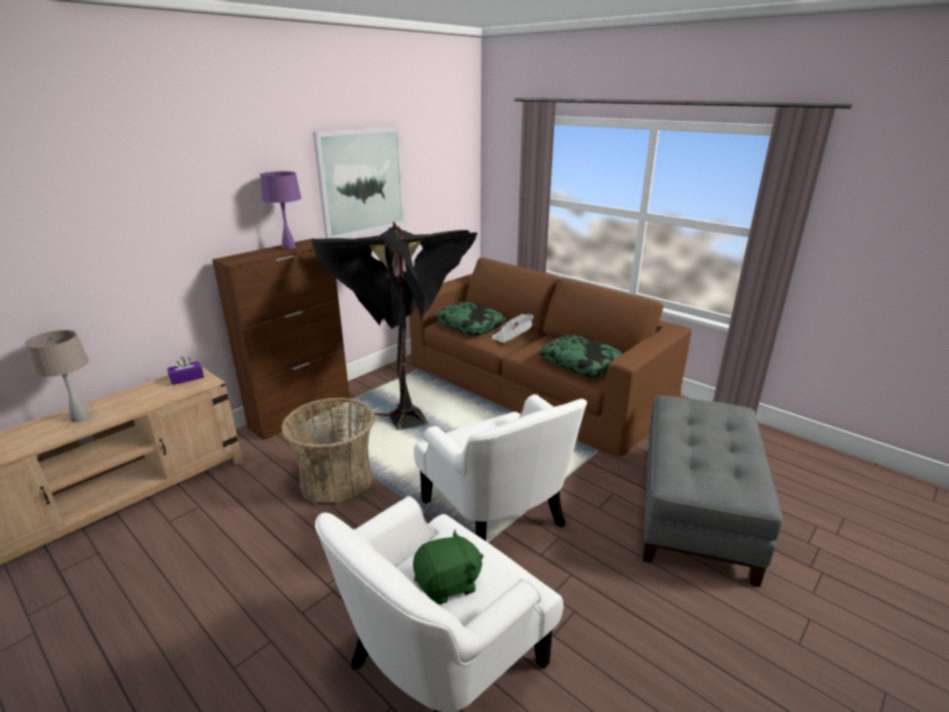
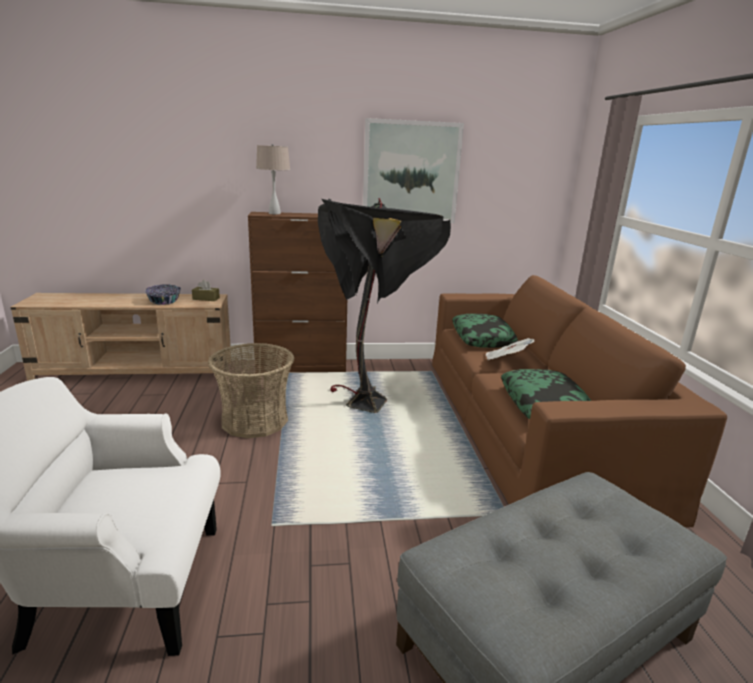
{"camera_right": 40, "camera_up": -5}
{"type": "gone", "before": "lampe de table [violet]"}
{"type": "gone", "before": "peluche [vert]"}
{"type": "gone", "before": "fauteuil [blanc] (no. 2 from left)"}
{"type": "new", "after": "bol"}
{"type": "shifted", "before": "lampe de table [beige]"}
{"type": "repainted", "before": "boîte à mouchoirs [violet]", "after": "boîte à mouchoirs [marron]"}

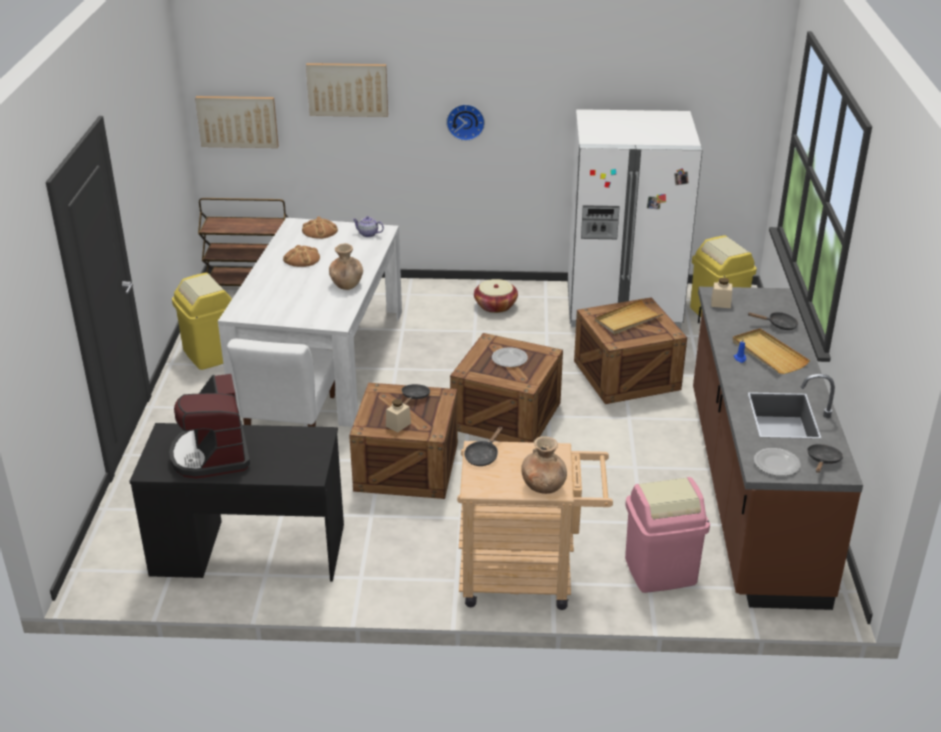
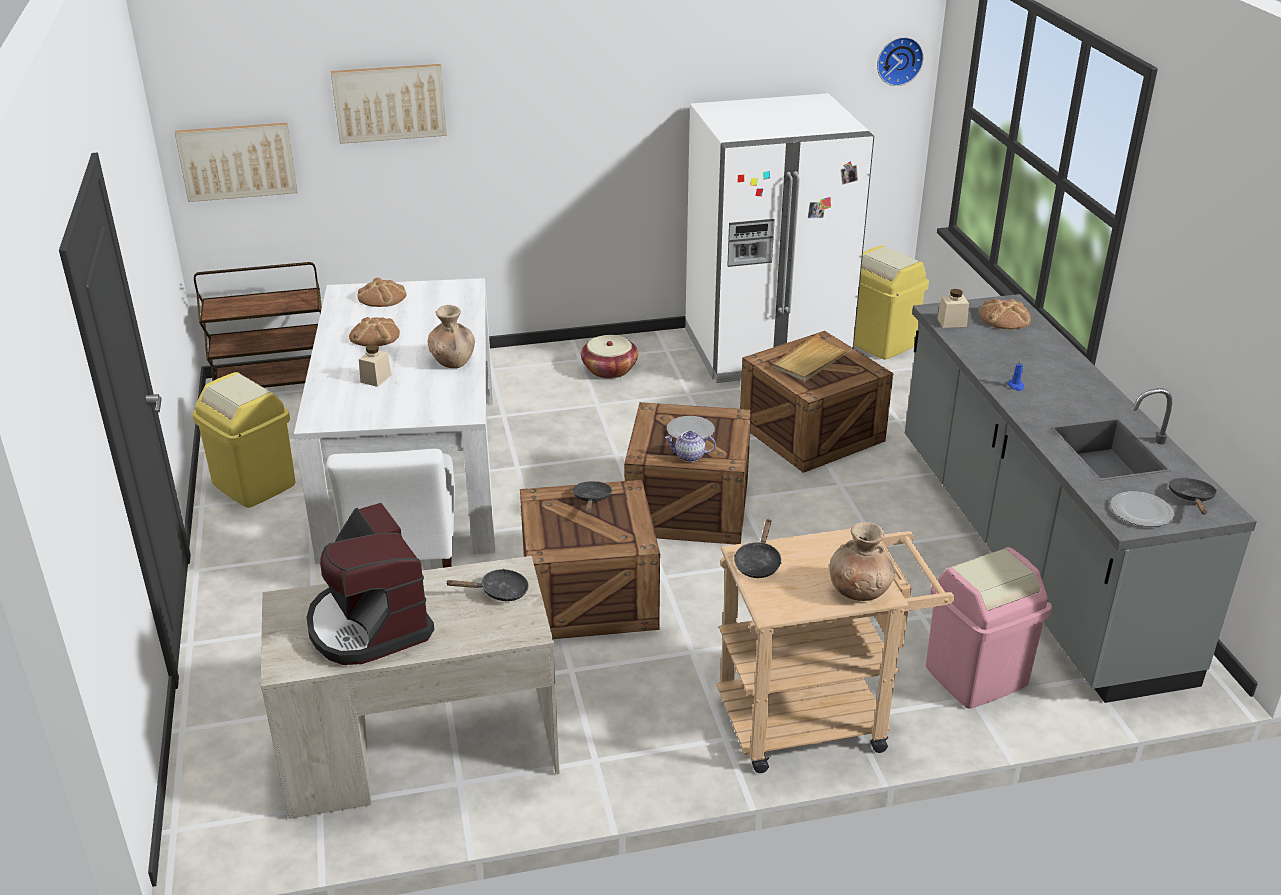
{"camera_right": -15, "camera_up": 0}
{"type": "gone", "before": "plateau [beige] (no. 2 from left)"}
{"type": "new", "after": "pain (no. 3 from left)"}
{"type": "shifted", "before": "théière"}
{"type": "shifted", "before": "bocal [beige] (no. 1 from left)"}
{"type": "shifted", "before": "horloge murale"}
{"type": "shifted", "before": "poêle [noir] (no. 3 from left in the first image)", "after": "poêle [noir] (no. 1 from left)"}
{"type": "repainted", "before": "bureau [noir]", "after": "bureau [beige]"}
{"type": "repainted", "before": "comptoir de cuisine [marron]", "after": "comptoir de cuisine [gris]"}

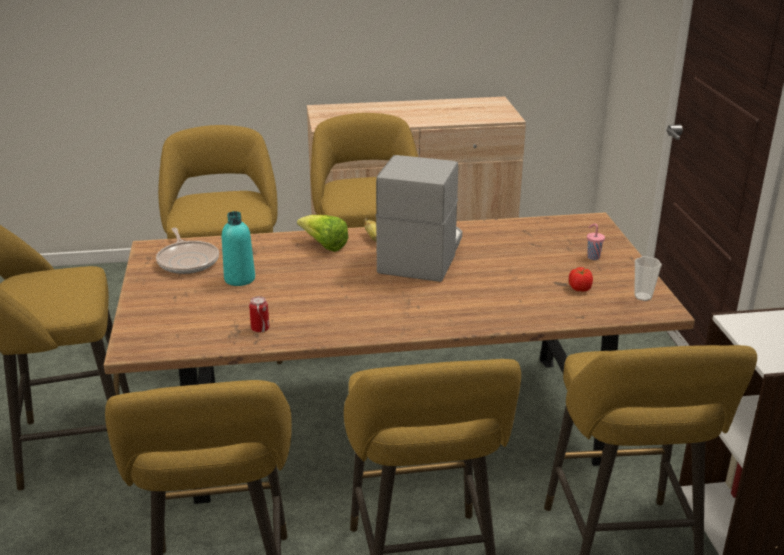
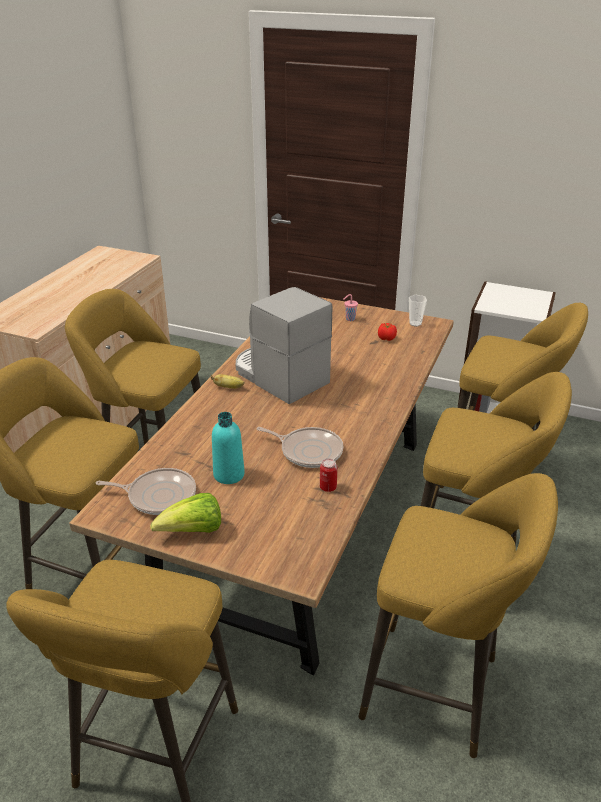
{"camera_right": -60, "camera_up": 5}
{"type": "new", "after": "poêle (no. 2 from left)"}
{"type": "shifted", "before": "laitue"}

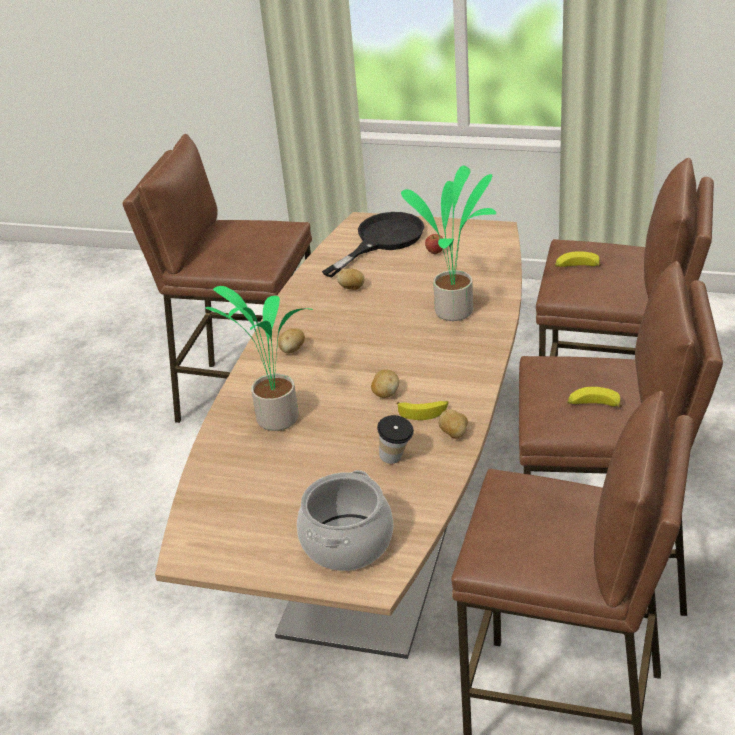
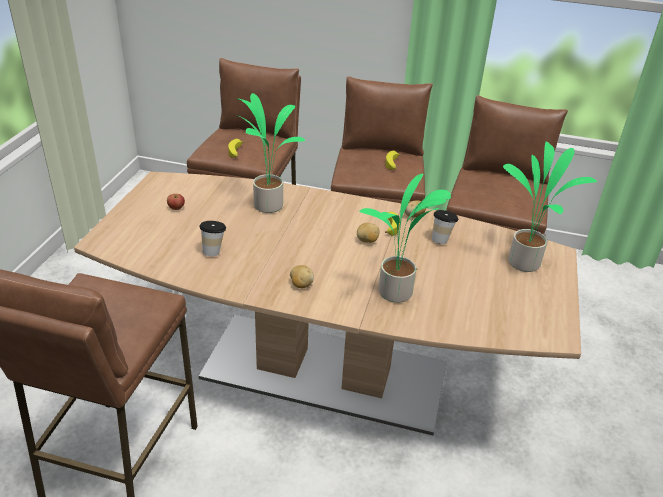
{"camera_right": -95, "camera_up": 0}
{"type": "gone", "before": "poêle [noir]"}
{"type": "swapped", "before": "marmite", "after": "plante en pot (no. 3 from left)"}
{"type": "swapped", "before": "pomme de terre (no. 2 from left)", "after": "tasse (no. 1 from left)"}

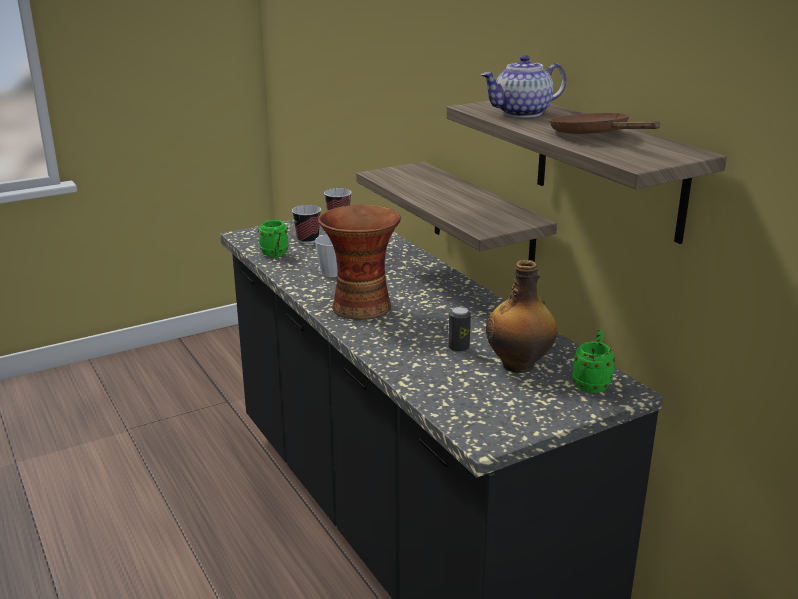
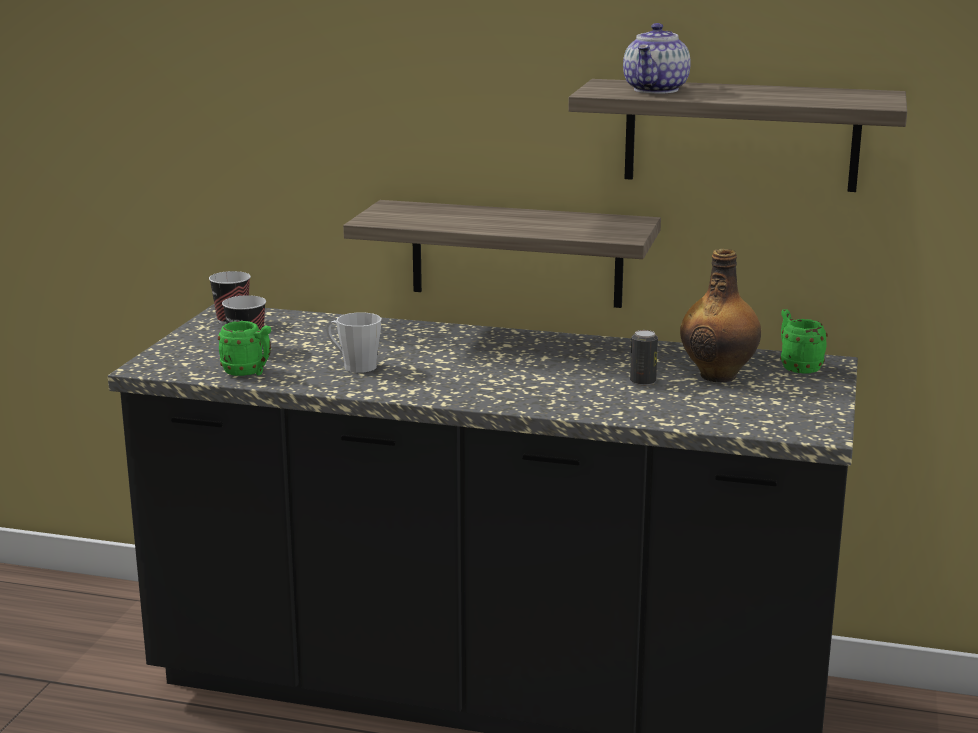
{"camera_right": -45, "camera_up": -5}
{"type": "gone", "before": "vase"}
{"type": "gone", "before": "poêle [marron]"}

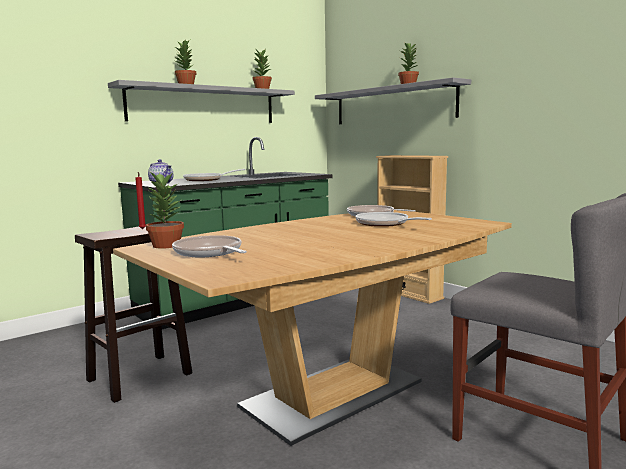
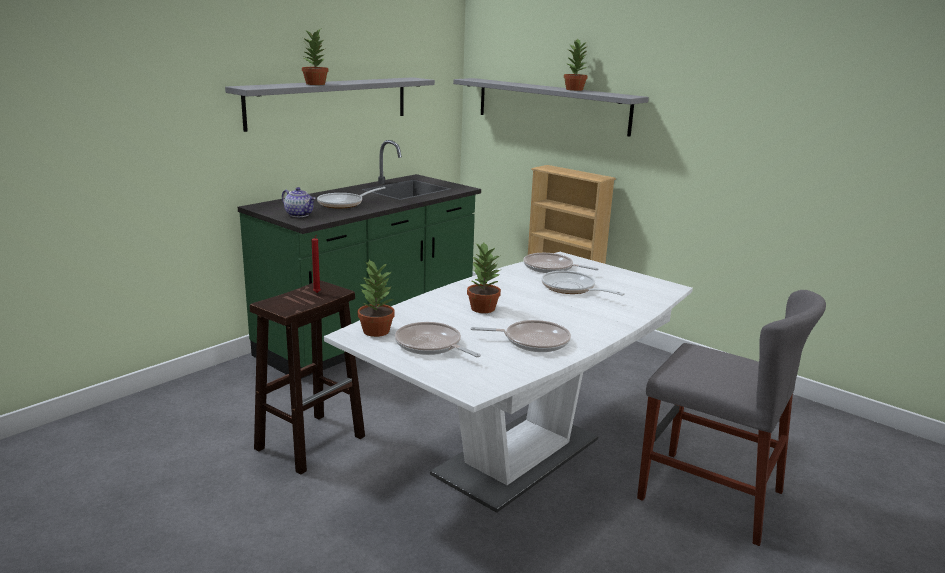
{"camera_right": -10, "camera_up": 10}
{"type": "new", "after": "poêle (no. 3 from left)"}
{"type": "shifted", "before": "plante en pot (no. 3 from left)"}
{"type": "repainted", "before": "table à manger [marron]", "after": "table à manger [blanc]"}

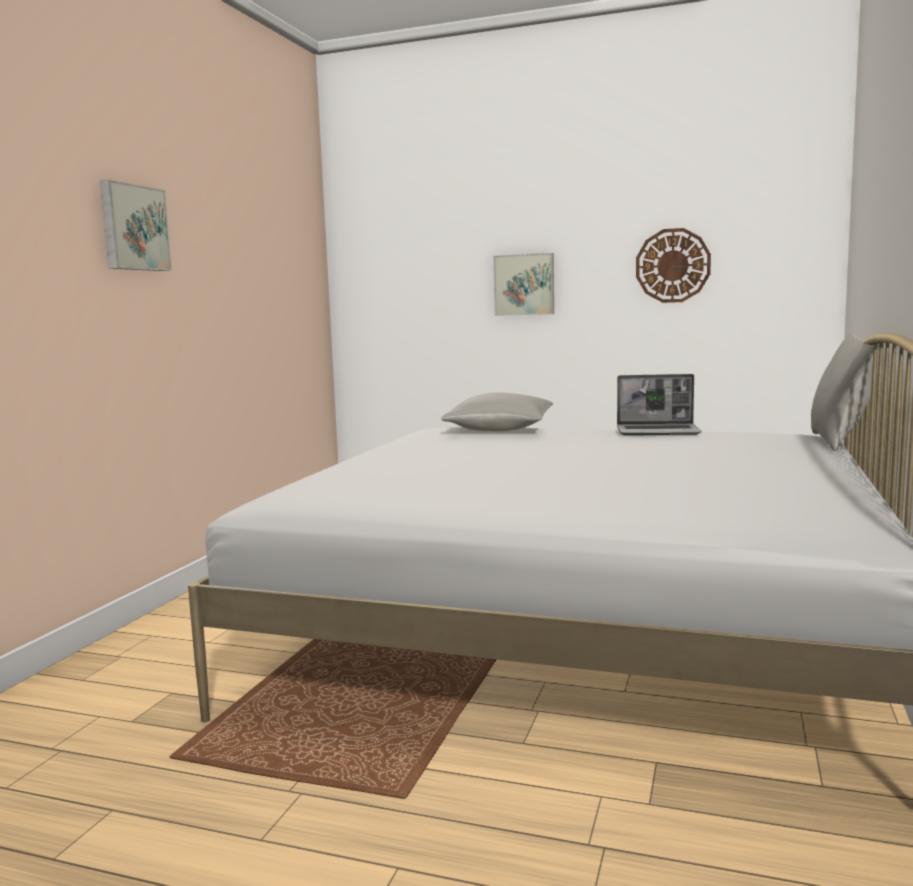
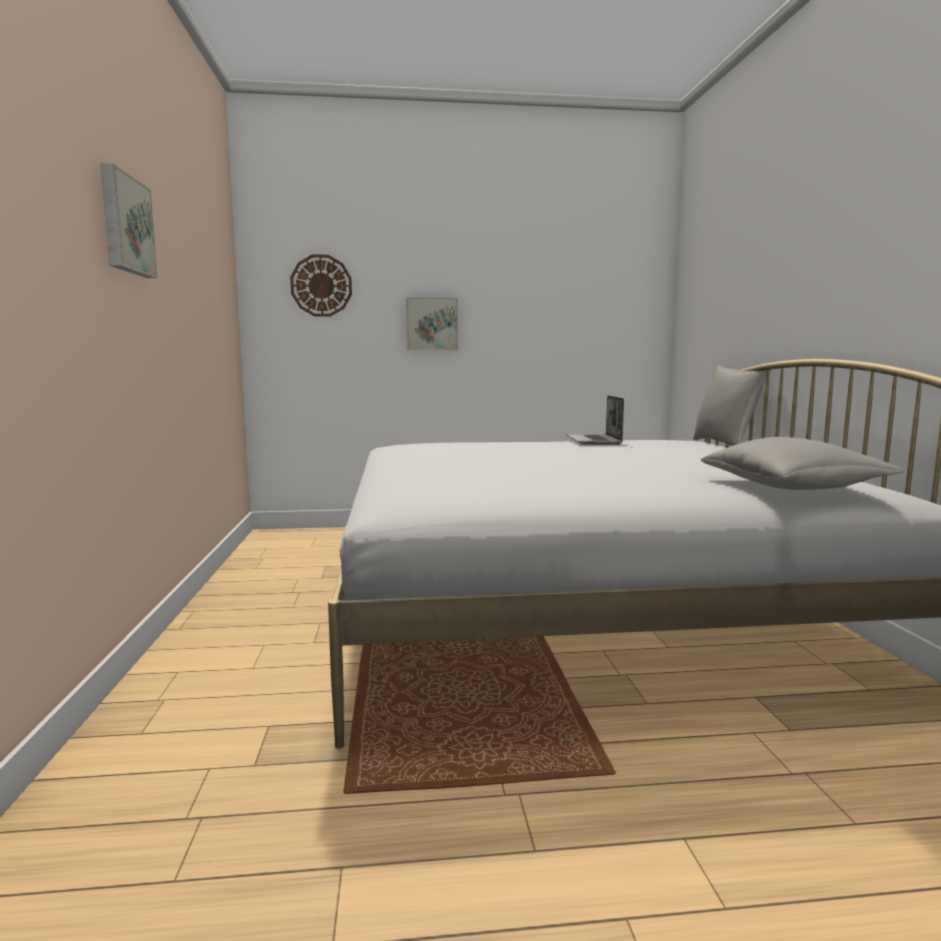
{"camera_right": -25, "camera_up": 0}
{"type": "shifted", "before": "coussin [gris] (no. 1 from left in the first image)", "after": "coussin [gris] (no. 2 from left)"}
{"type": "shifted", "before": "horloge murale"}
{"type": "rotated", "before": "ordinateur portable", "turn": 105}

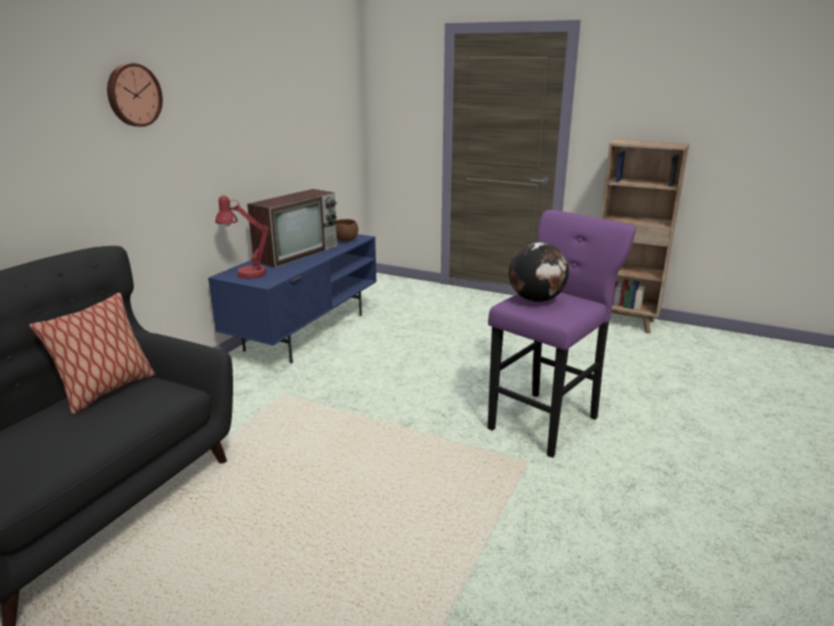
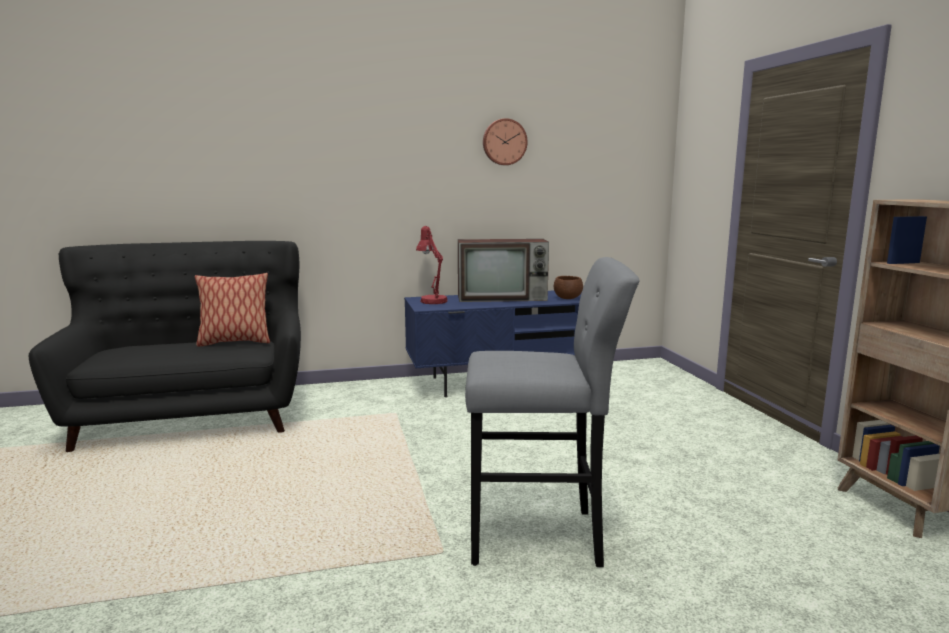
{"camera_right": 50, "camera_up": -10}
{"type": "gone", "before": "globe"}
{"type": "shifted", "before": "horloge murale"}
{"type": "repainted", "before": "tabouret [violet]", "after": "tabouret [gris]"}

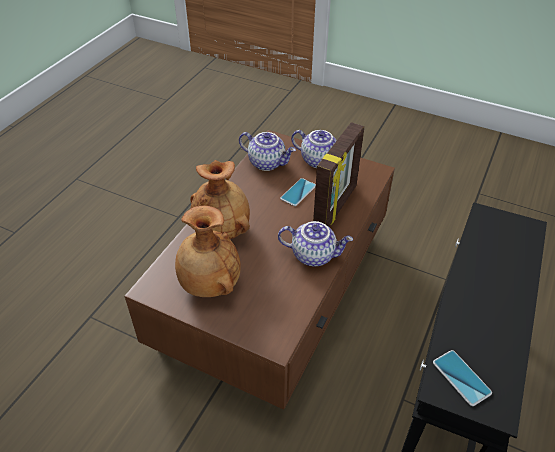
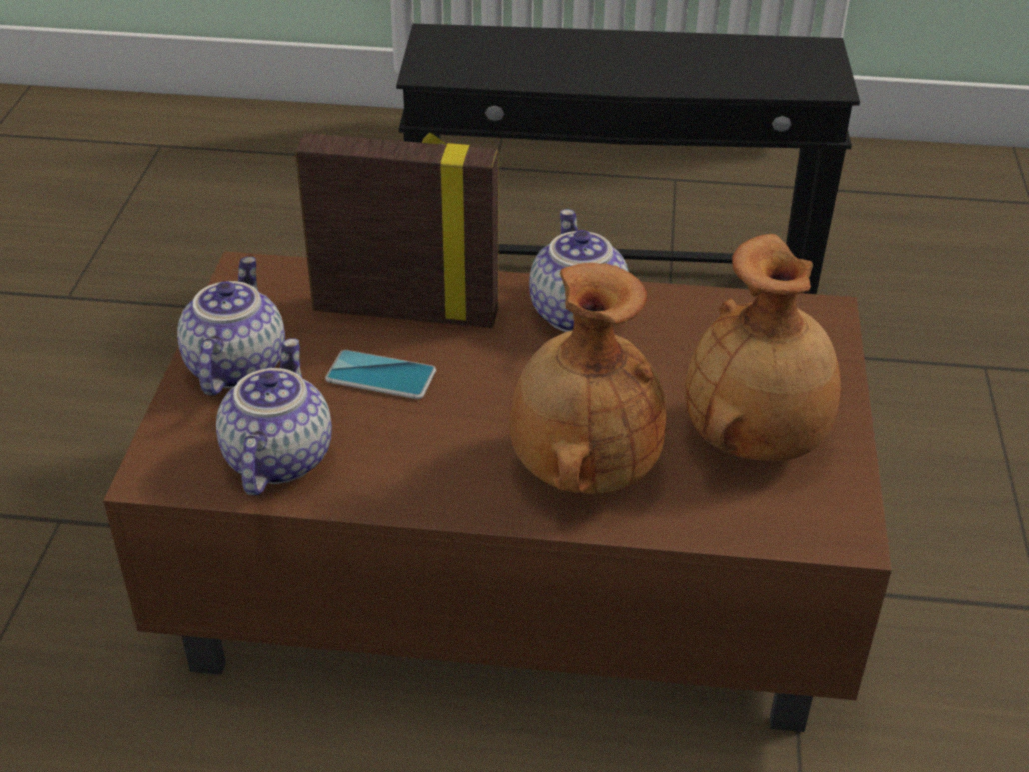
{"camera_right": -110, "camera_up": -5}
{"type": "gone", "before": "téléphone (no. 2 from left)"}

